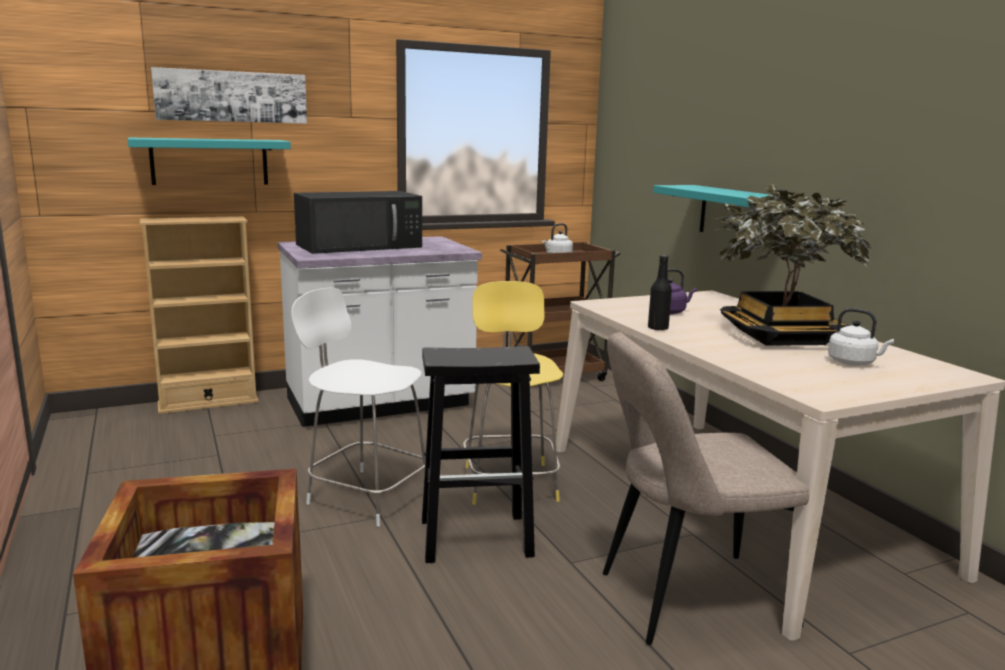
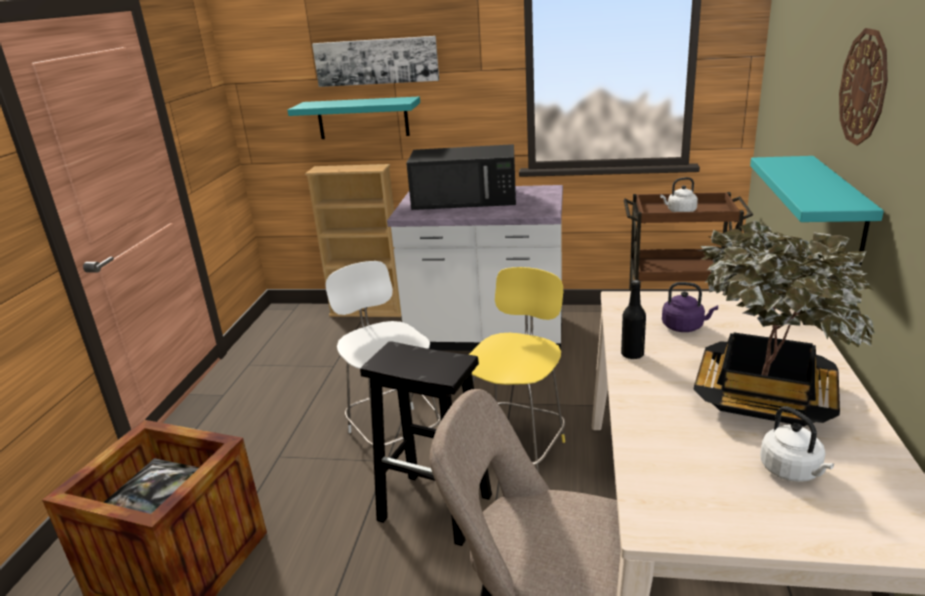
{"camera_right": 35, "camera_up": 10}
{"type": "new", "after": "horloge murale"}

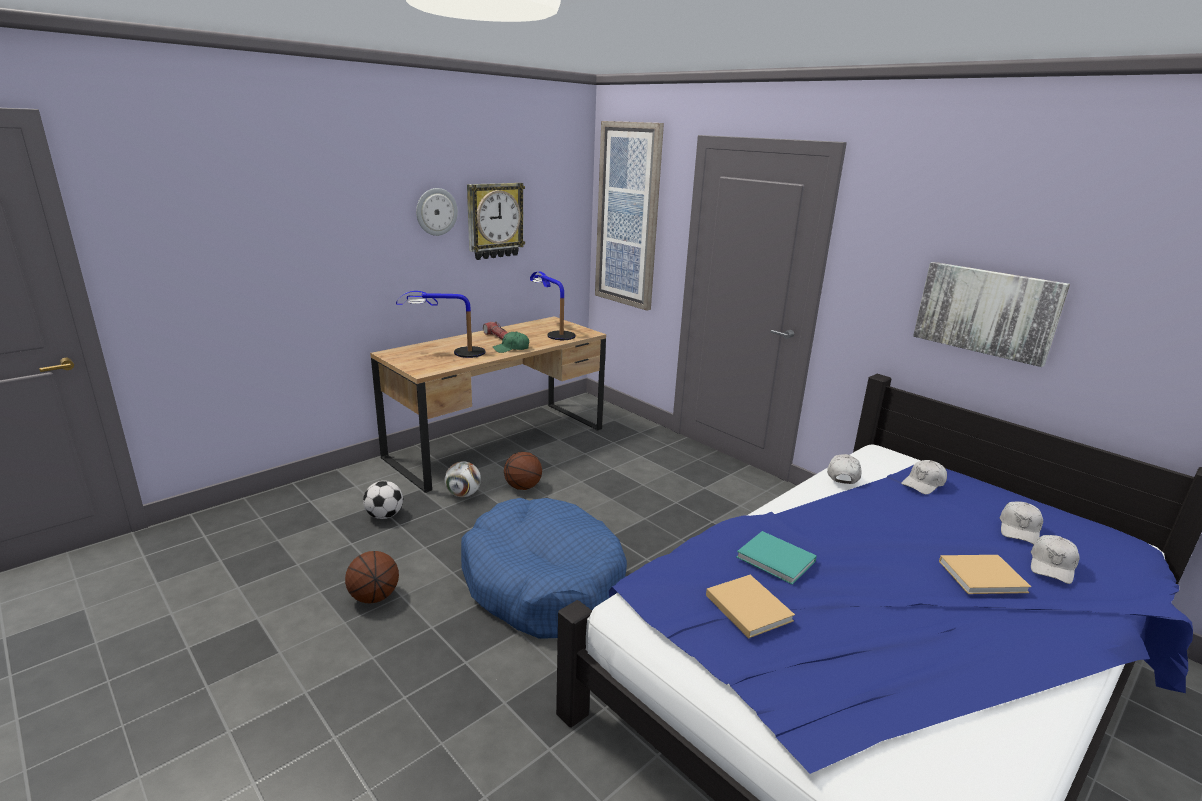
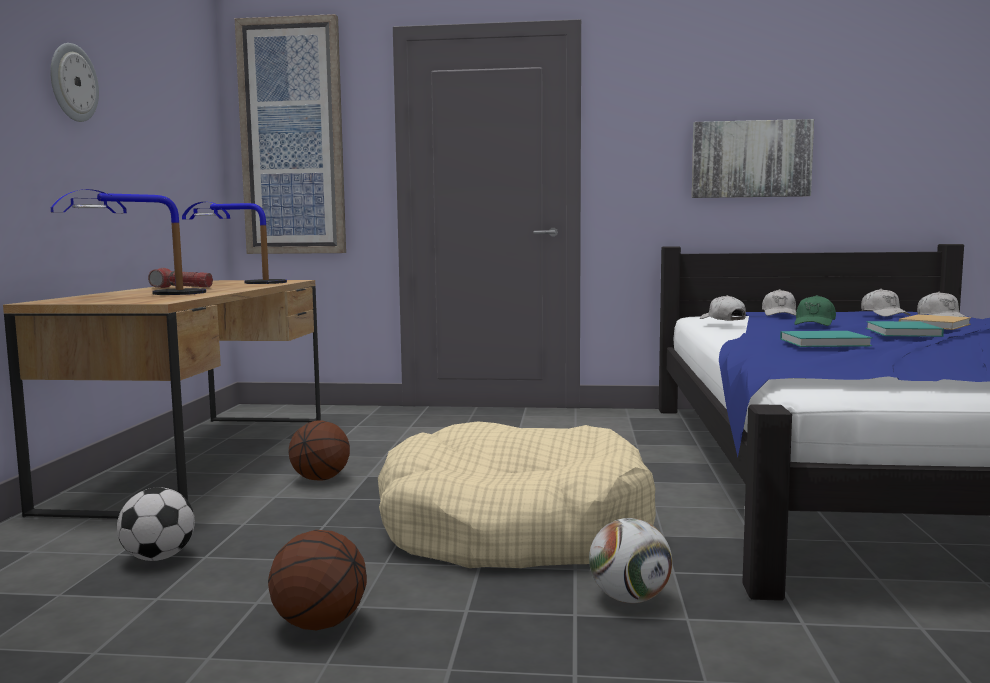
{"camera_right": -40, "camera_up": -15}
{"type": "gone", "before": "horloge murale (no. 2 from left)"}
{"type": "gone", "before": "livre [beige] (no. 1 from left)"}
{"type": "new", "after": "livre [turquoise] (no. 2 from left)"}
{"type": "shifted", "before": "ballon de foot (no. 2 from left)"}
{"type": "shifted", "before": "casquette [vert]"}
{"type": "repainted", "before": "panier pour chien [bleu]", "after": "panier pour chien [beige]"}

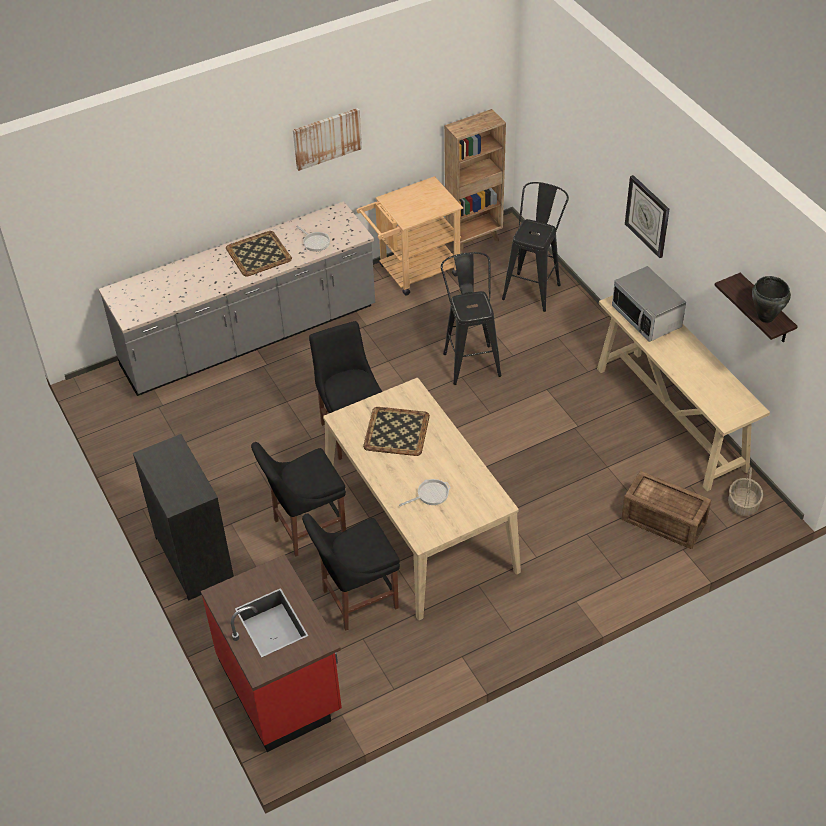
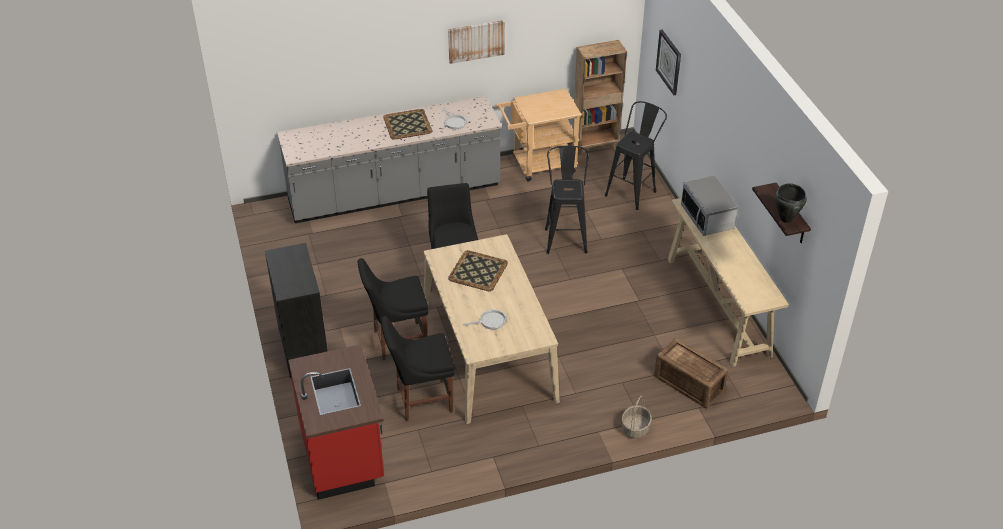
{"camera_right": 10, "camera_up": -5}
{"type": "shifted", "before": "horloge murale"}
{"type": "shifted", "before": "panier"}

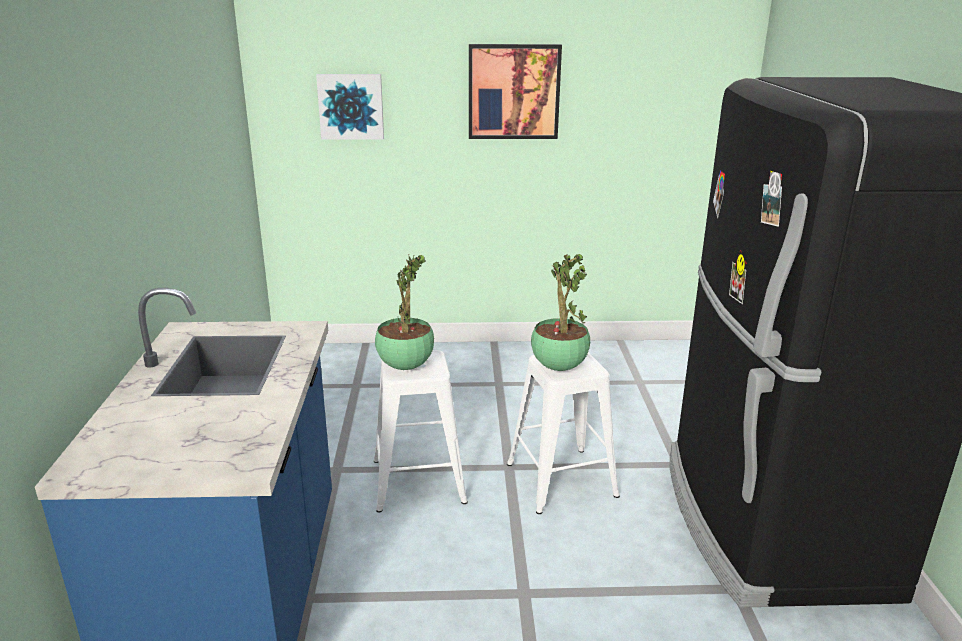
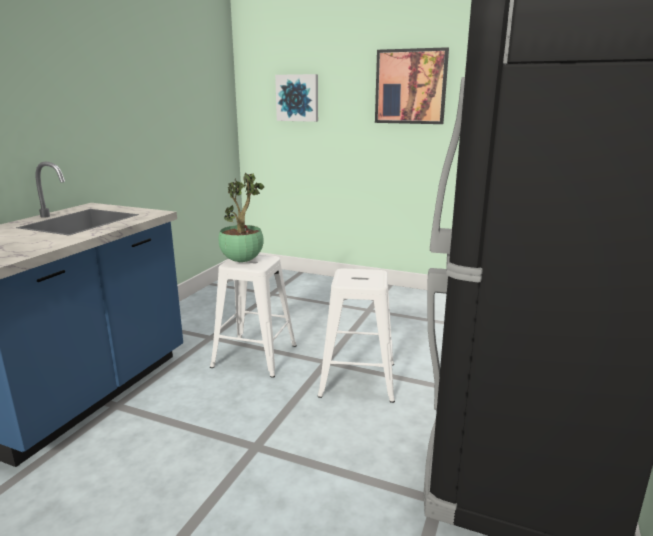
{"camera_right": 25, "camera_up": -5}
{"type": "gone", "before": "plante en pot (no. 2 from left)"}

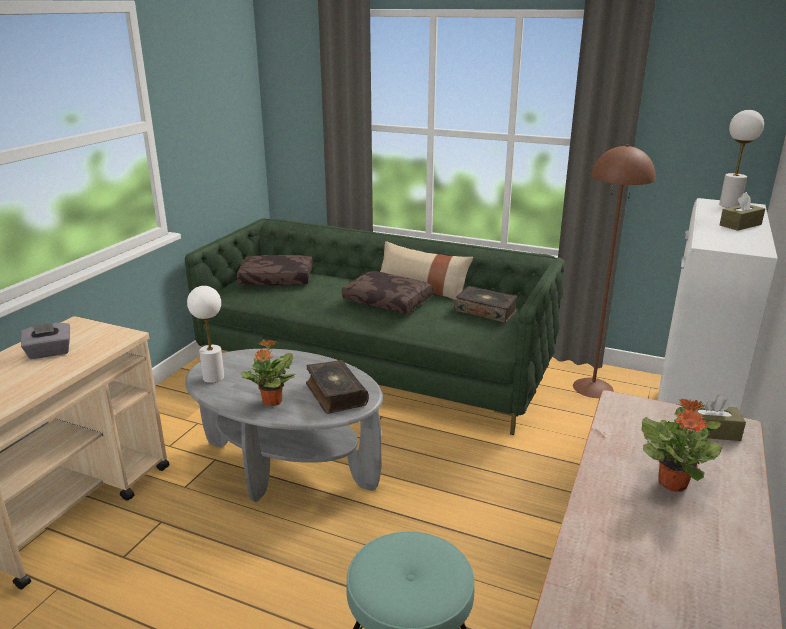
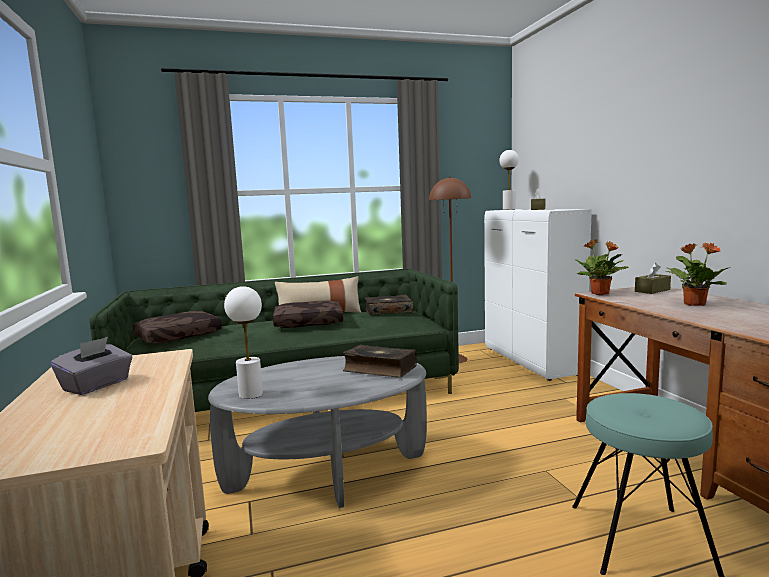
{"camera_right": -40, "camera_up": -15}
{"type": "shifted", "before": "plante en pot (no. 1 from left)"}

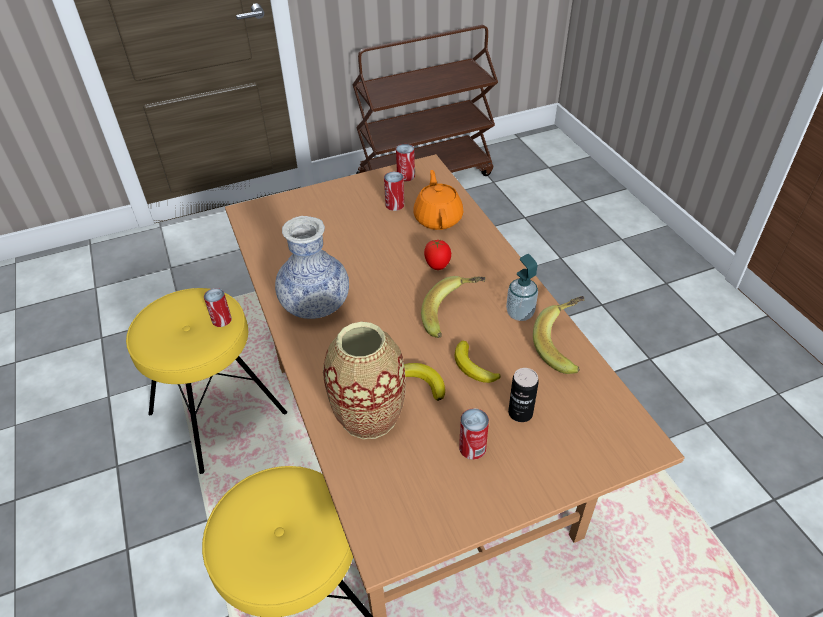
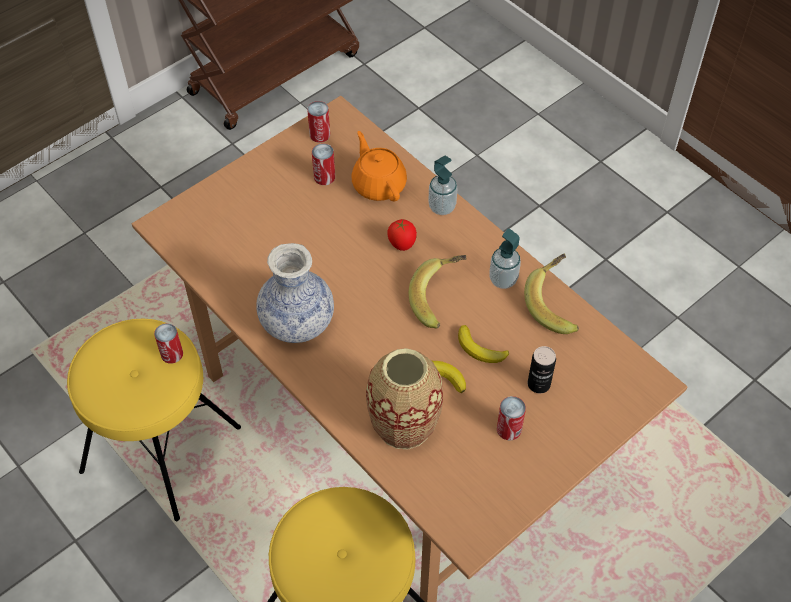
{"camera_right": -20, "camera_up": 10}
{"type": "new", "after": "distributeur de savon (no. 1 from left)"}

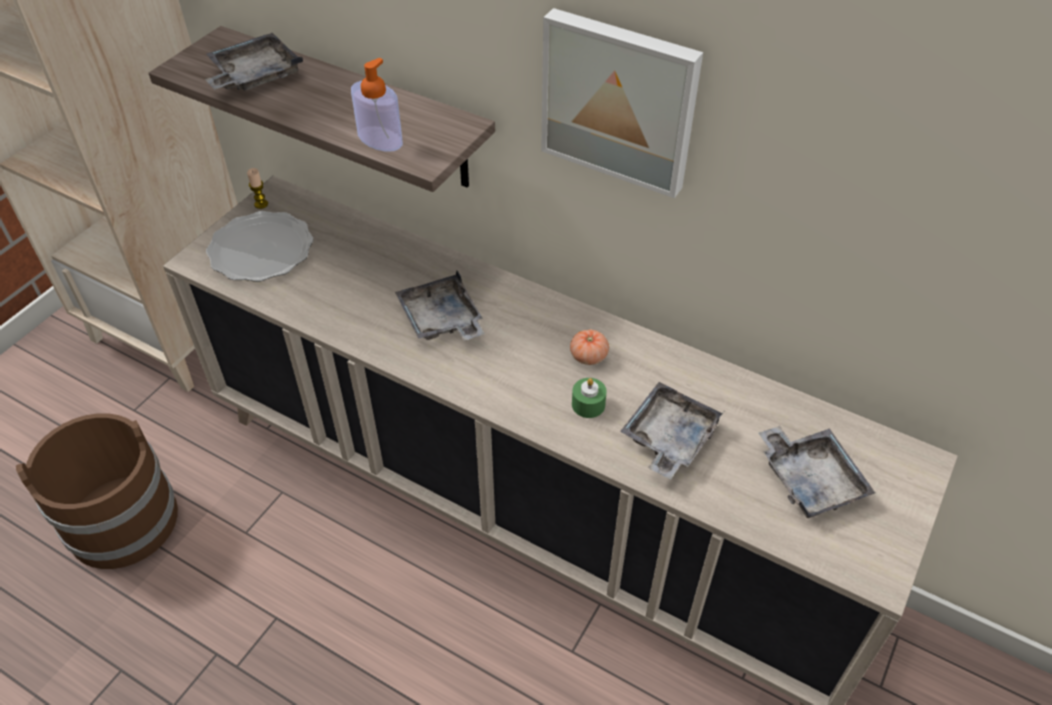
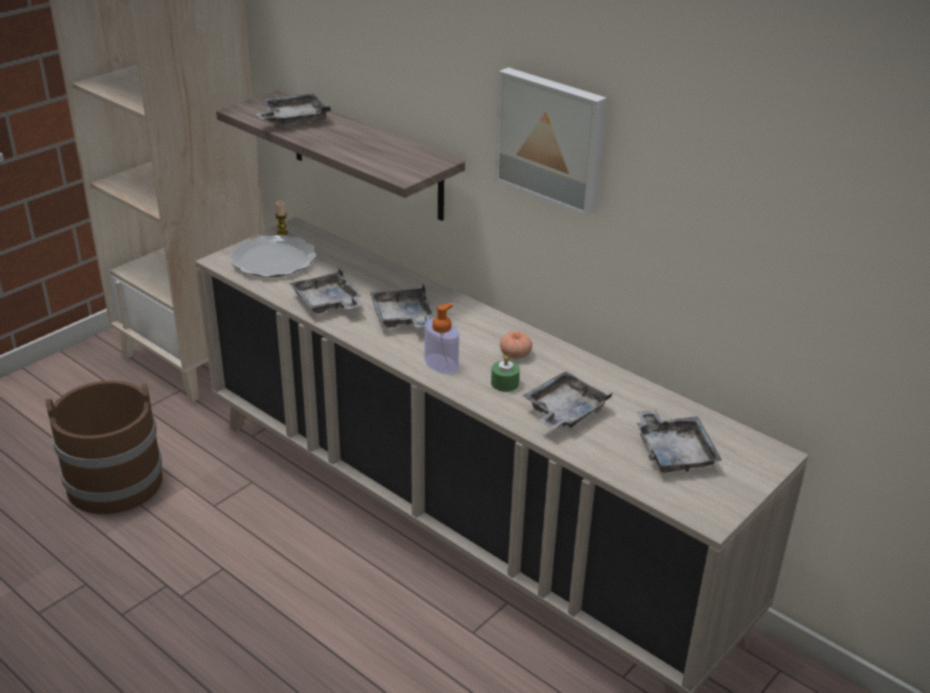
{"camera_right": 10, "camera_up": -15}
{"type": "new", "after": "plateau [gris] (no. 2 from left)"}
{"type": "shifted", "before": "distributeur de savon"}

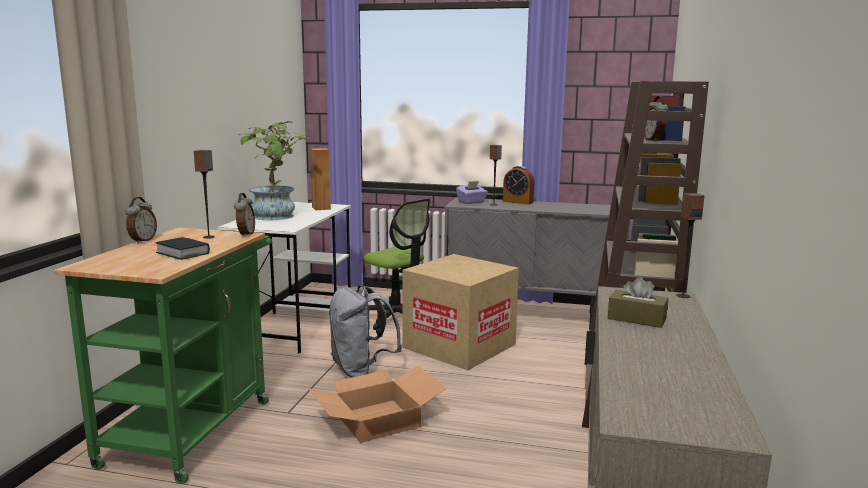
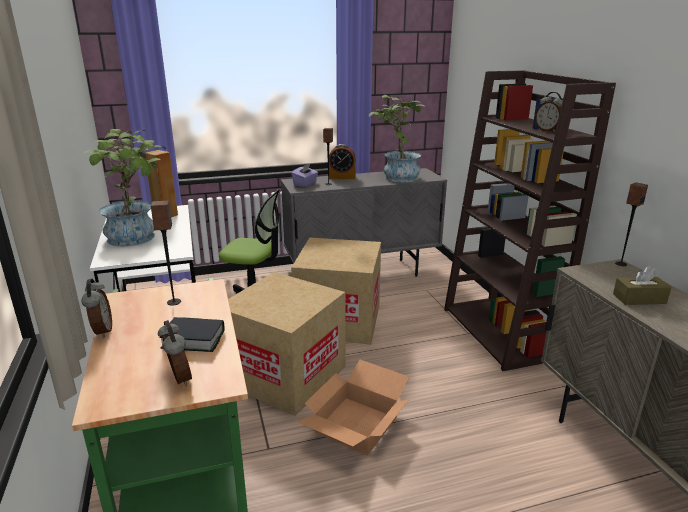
{"camera_right": -30, "camera_up": 10}
{"type": "new", "after": "plante en pot (no. 2 from left)"}
{"type": "shifted", "before": "réveil (no. 2 from left)"}
{"type": "swapped", "before": "sac à dos [gris]", "after": "carton (no. 1 from left)"}

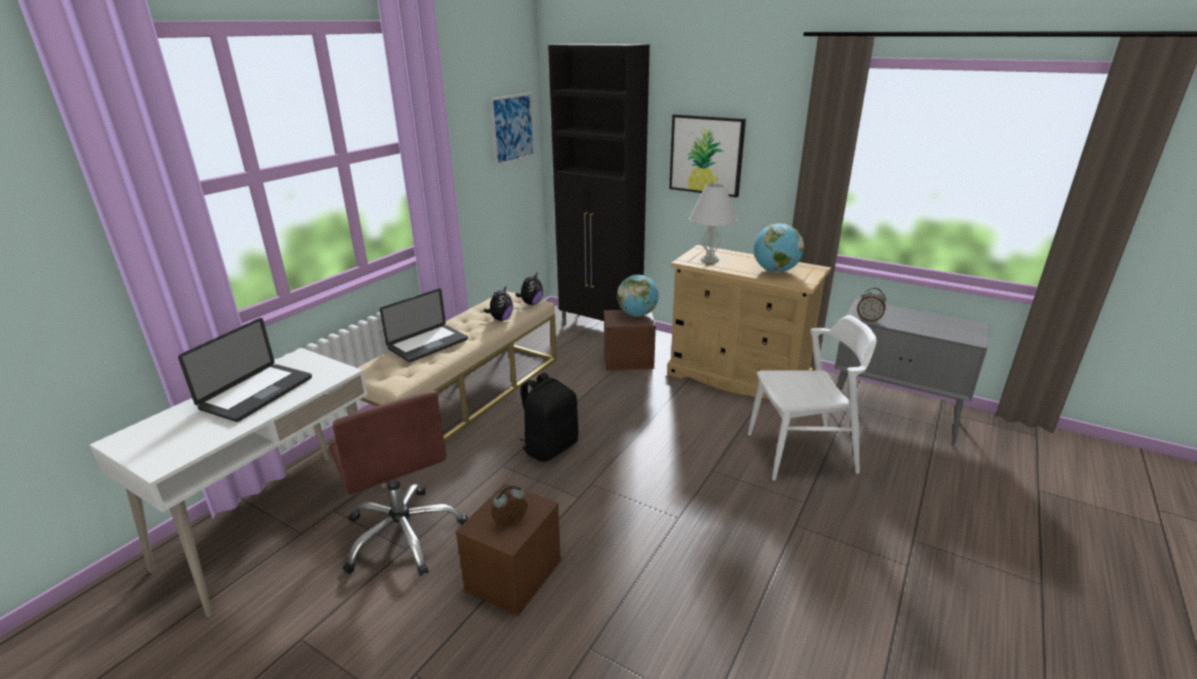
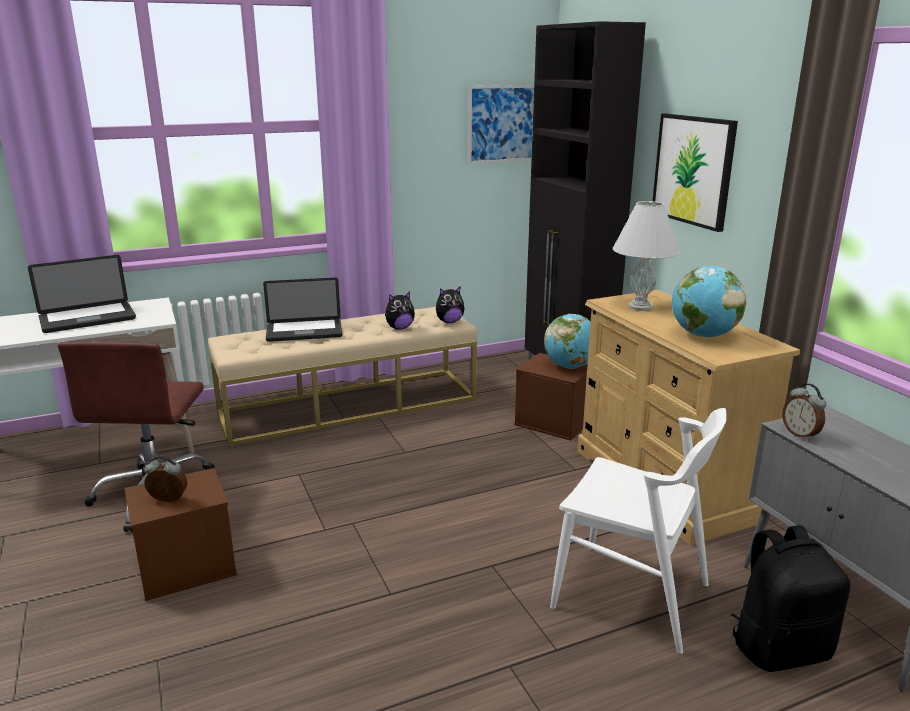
{"camera_right": 35, "camera_up": -5}
{"type": "shifted", "before": "sac à dos [noir]"}

